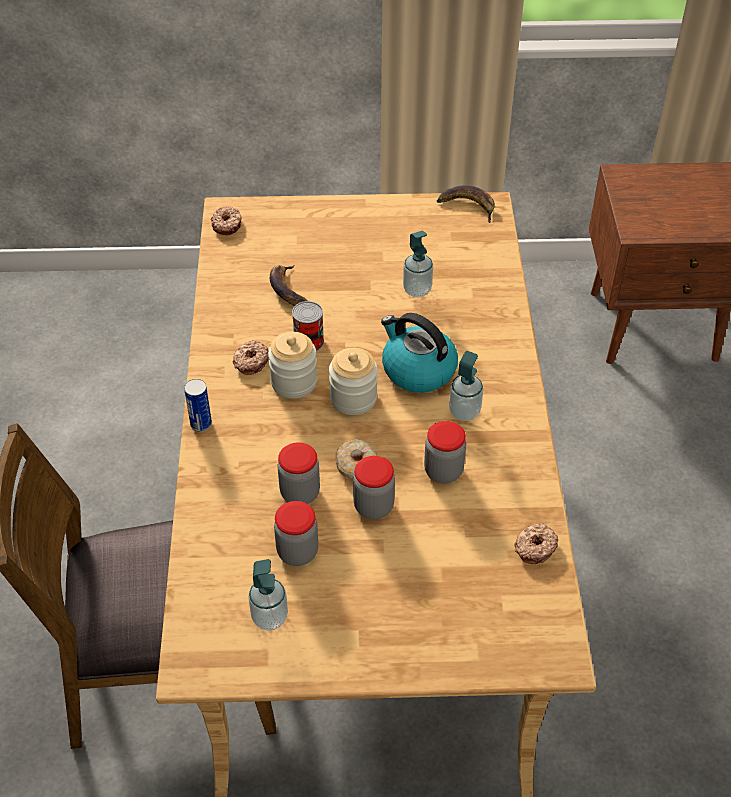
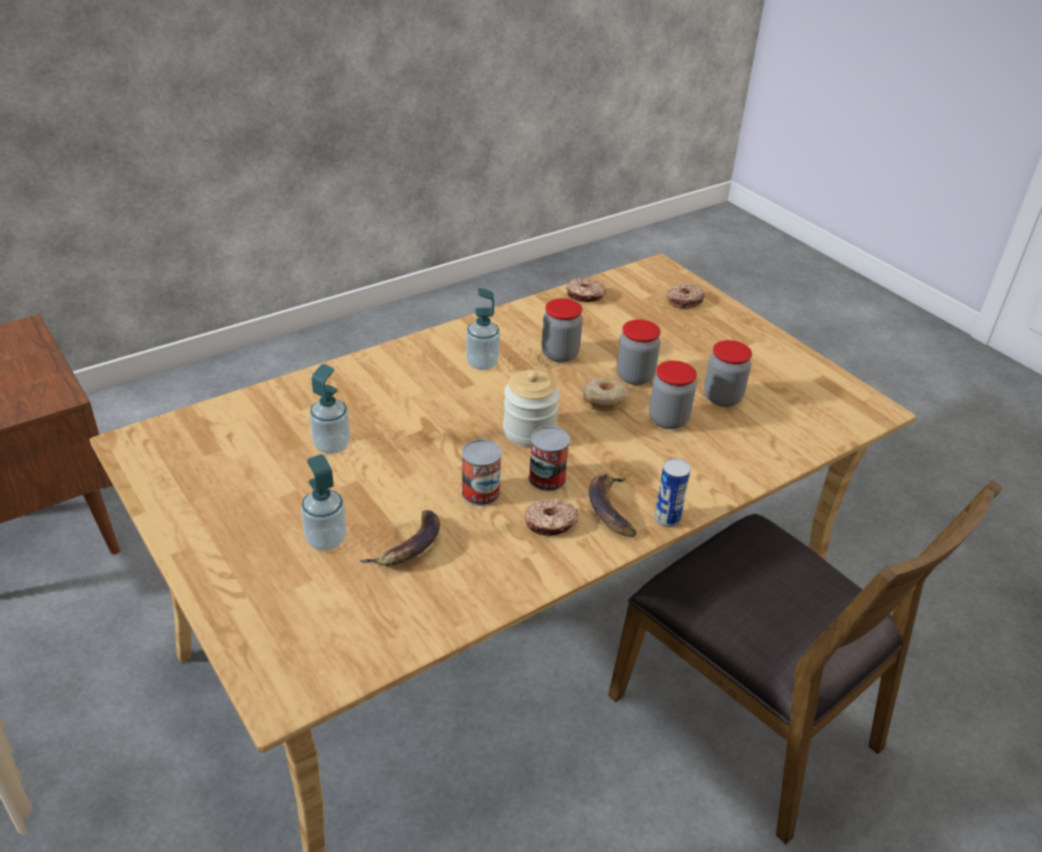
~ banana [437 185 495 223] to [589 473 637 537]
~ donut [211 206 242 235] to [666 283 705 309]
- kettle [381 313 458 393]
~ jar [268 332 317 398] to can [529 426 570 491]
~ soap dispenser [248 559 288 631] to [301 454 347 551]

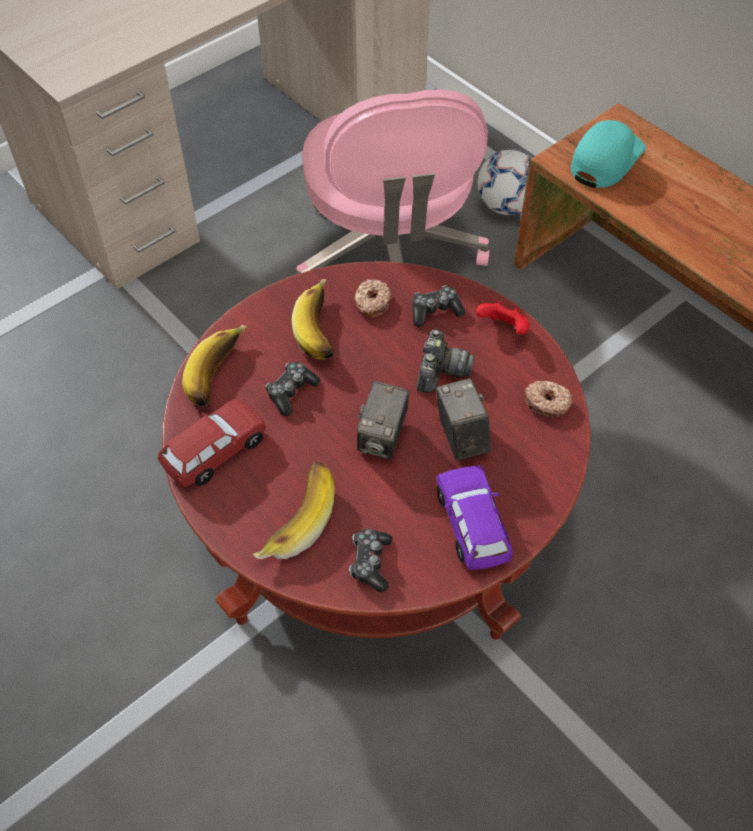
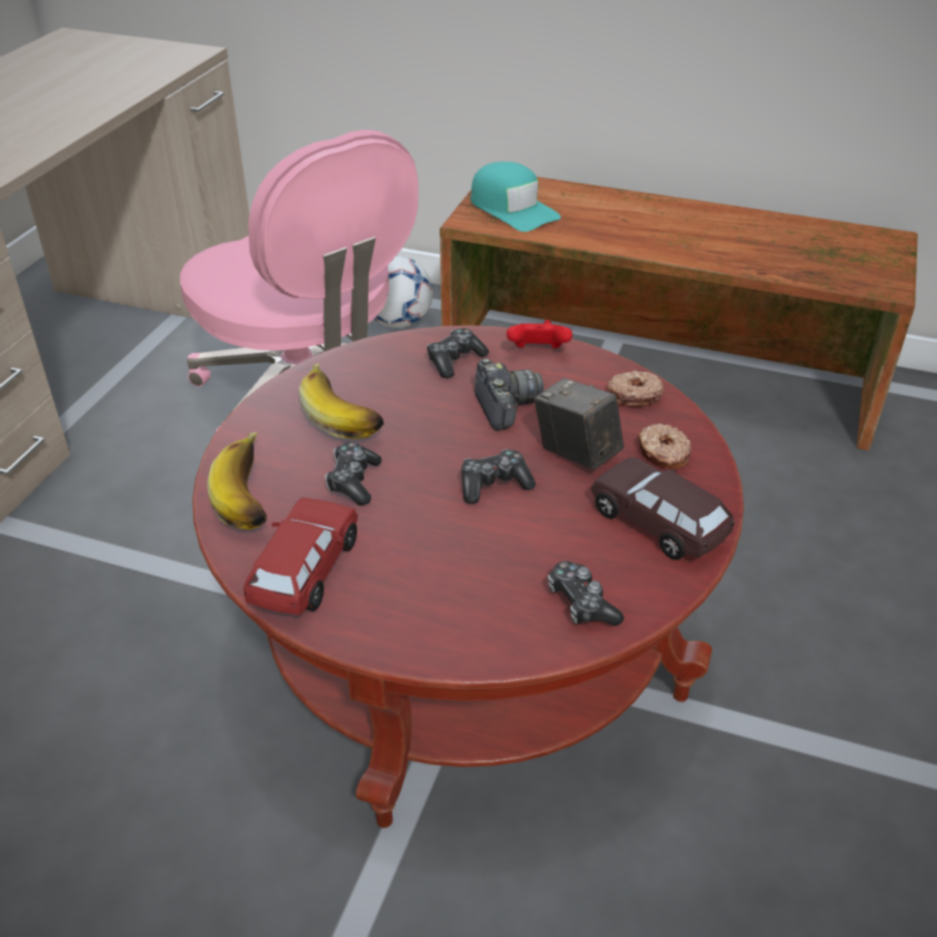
~ turquoise cap [571 120 646 188] = [470 162 561 232] 135 degrees clockwise
~ donut [354 279 391 317] to [638 423 691 469]
~ photo camera [357 381 409 459] to game controller [461 449 536 504]
- banana [252 462 335 559]
~ purple toy car [437 465 513 570] to brown toy car [591 457 734 560]

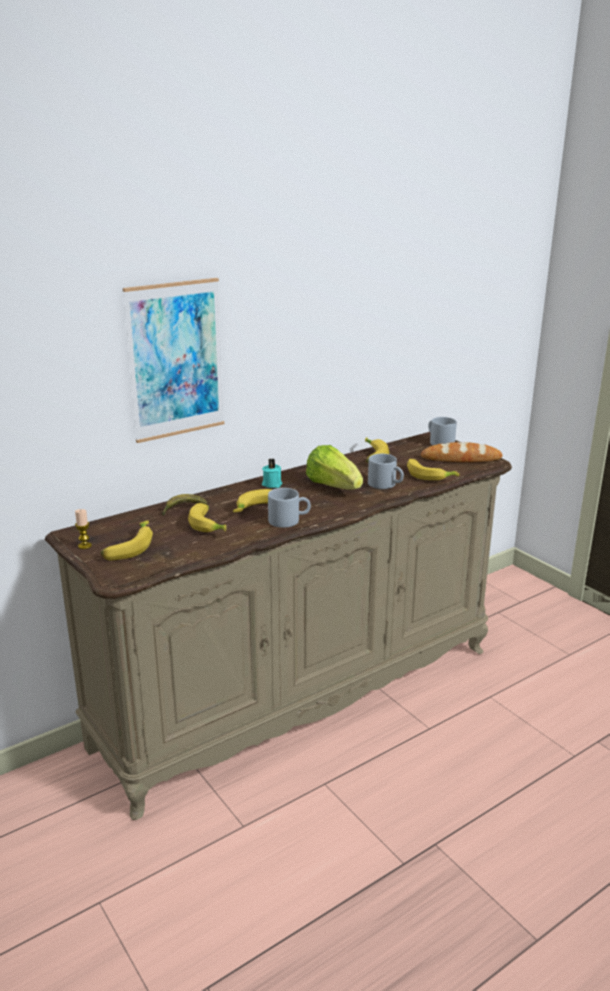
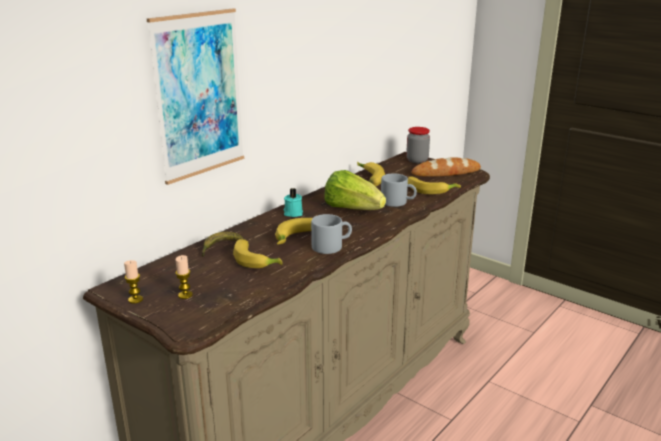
~ grey mug [428 417 457 445] to jar [406 127 430 163]
~ banana [101 520 153 560] to candle [175 255 193 299]

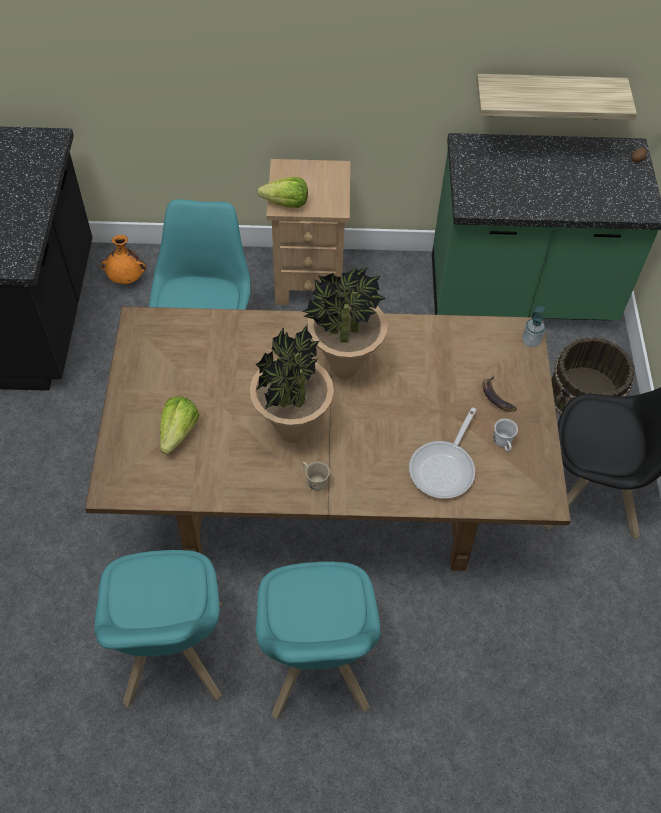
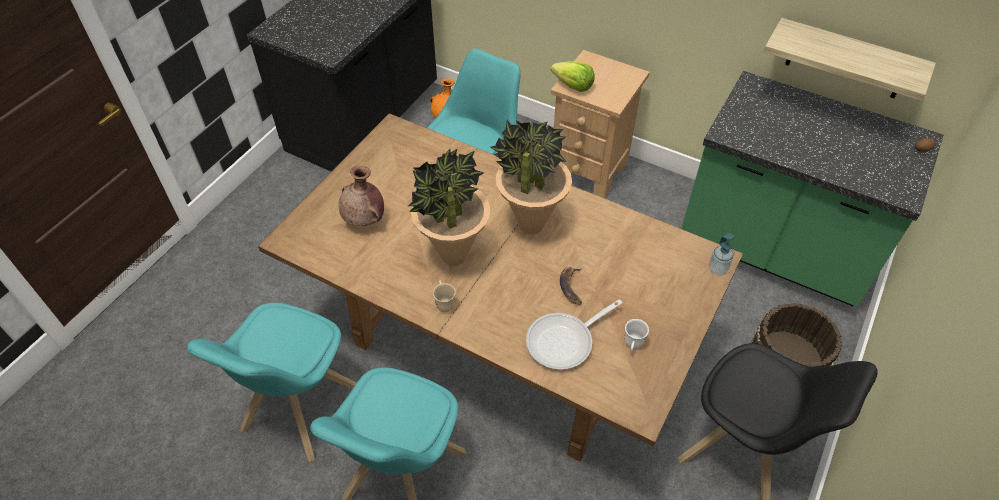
~ banana [482 376 517 412] to [560 267 582 305]
~ lettuce [160 396 199 455] to brown vase [338 166 384 226]

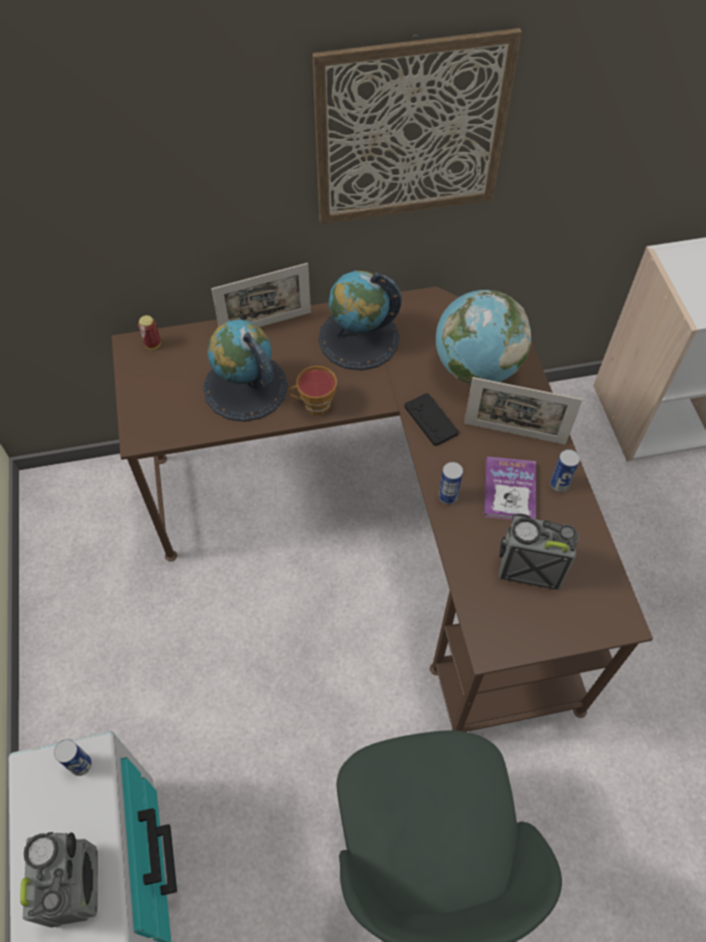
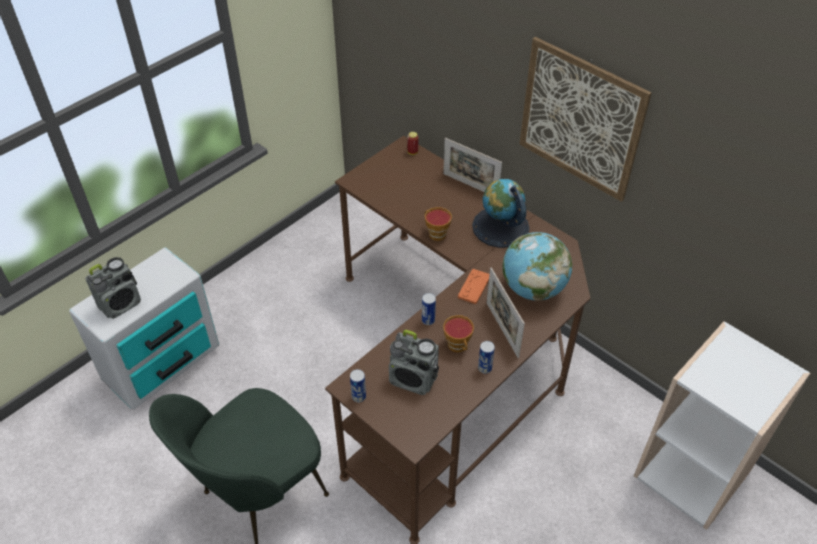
- globe [203 319 288 422]
~ black game controller [404 393 459 446] to orange game controller [458 269 489 304]
~ book [484 457 536 520] to cup [443 315 474 352]
~ radio [498 514 579 590] = [389 330 439 395] 135 degrees clockwise
~ can [54 739 92 776] to [350 369 366 403]

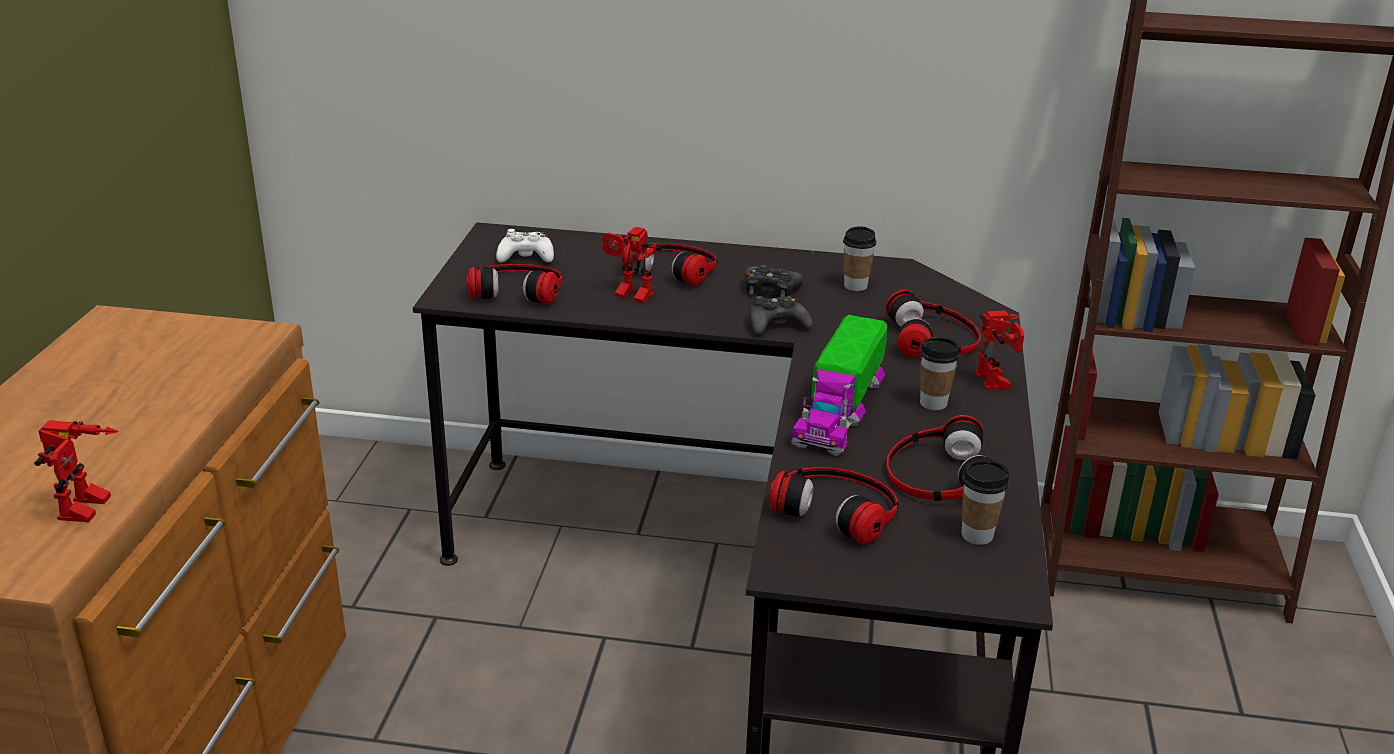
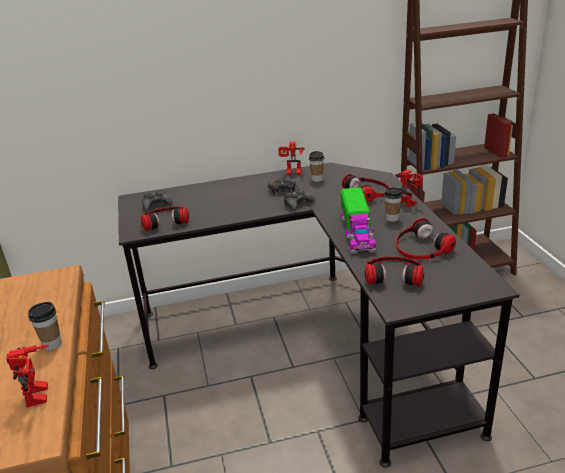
~ toy robot [603 227 662 303] to [278 142 305 175]
~ white game controller [496 229 554 263] to black game controller [142 191 172 211]
- headphones [622 243 718 286]
~ cup [962 461 1009 545] to [28 302 62 350]

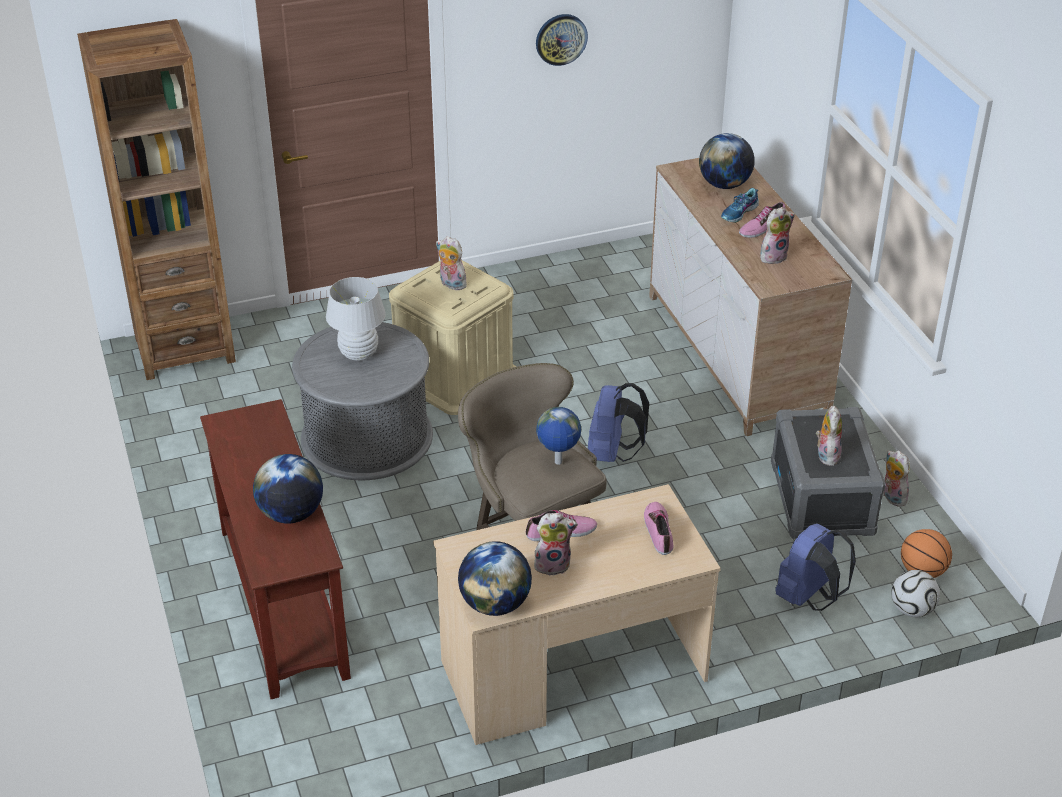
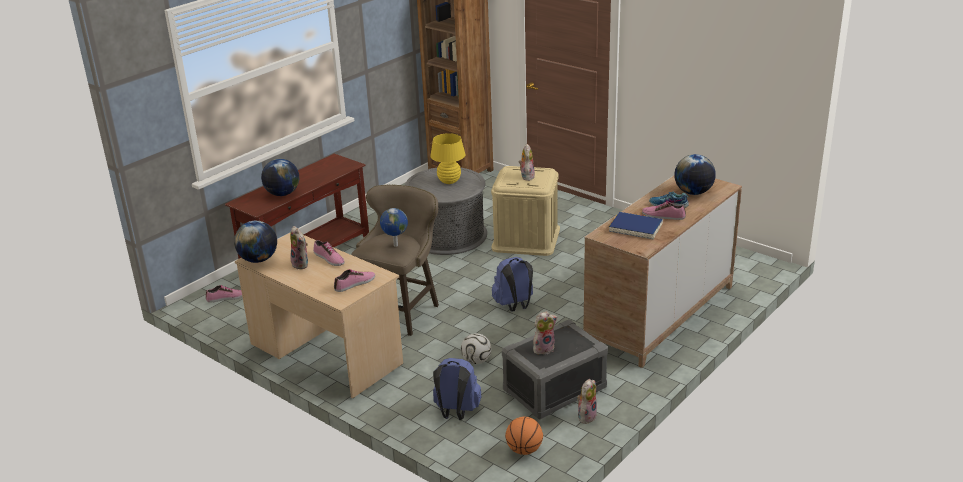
- wall clock [536 14 588 66]
~ plush toy [760 207 795 264] to blue book [609 212 663 239]
~ white table lamp [326 277 386 361] to yellow table lamp [430 133 466 184]
~ football [891 570 940 617] to [461 333 491 364]
+ shoe [206 285 242 302]

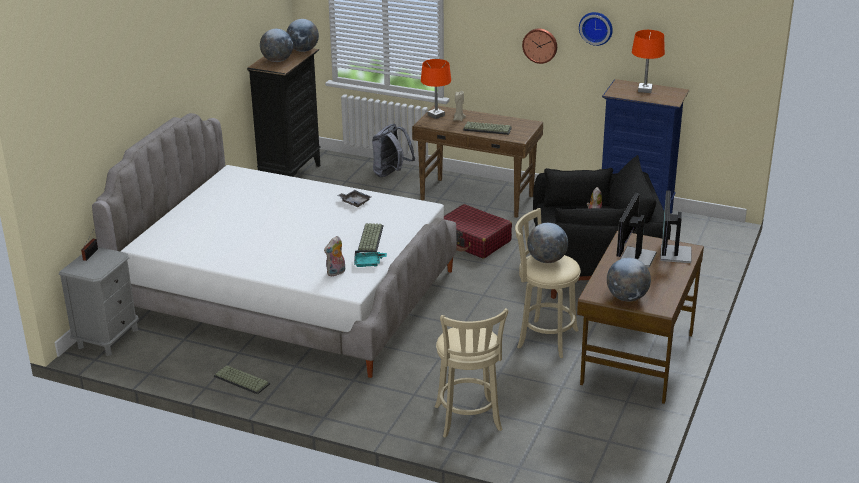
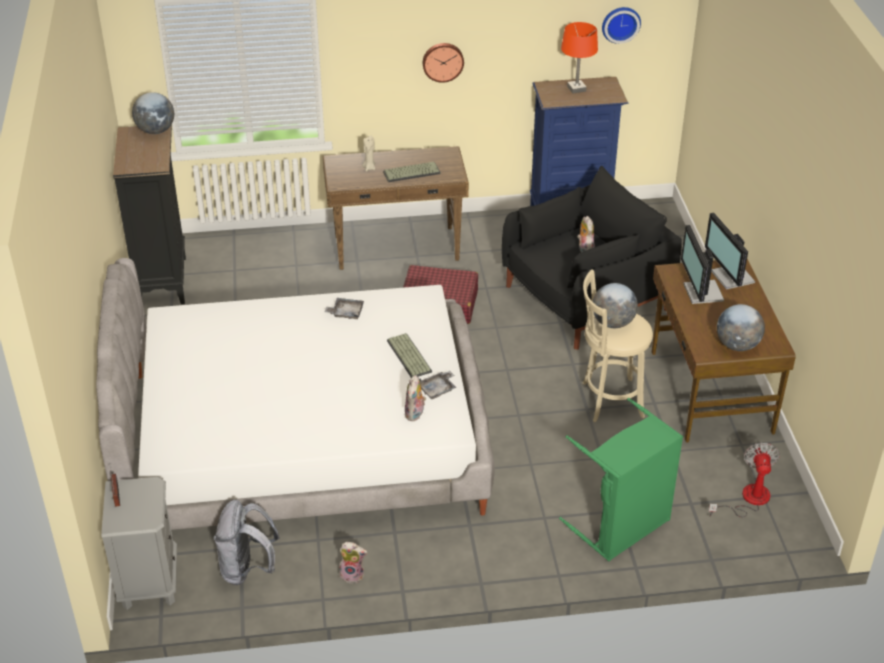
~ wall clock [579 12 613 46] to [602 7 641 44]
- globe [260 29 293 62]
- orange table lamp [421 59 451 119]
~ grey backpack [372 124 415 177] to [214 500 280 585]
~ turquoise tray [354 251 387 267] to grey tray [419 371 456 399]
~ beige stool [435 308 508 438] to green laundry basket [559 398 683 561]
~ keyboard [214 365 270 394] to plush toy [339 542 367 583]
+ fan [709 442 780 517]

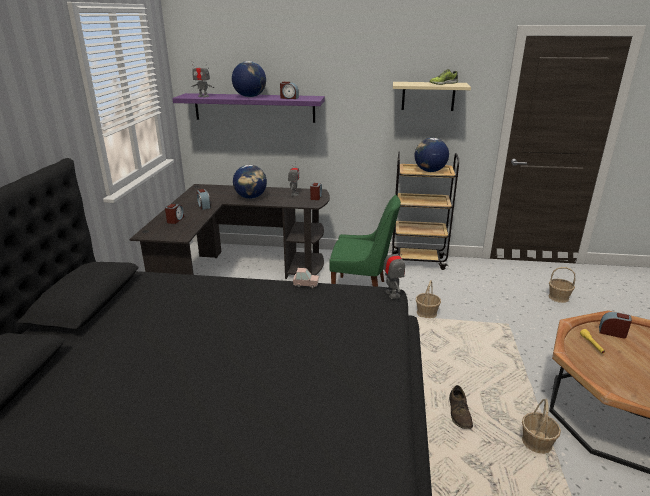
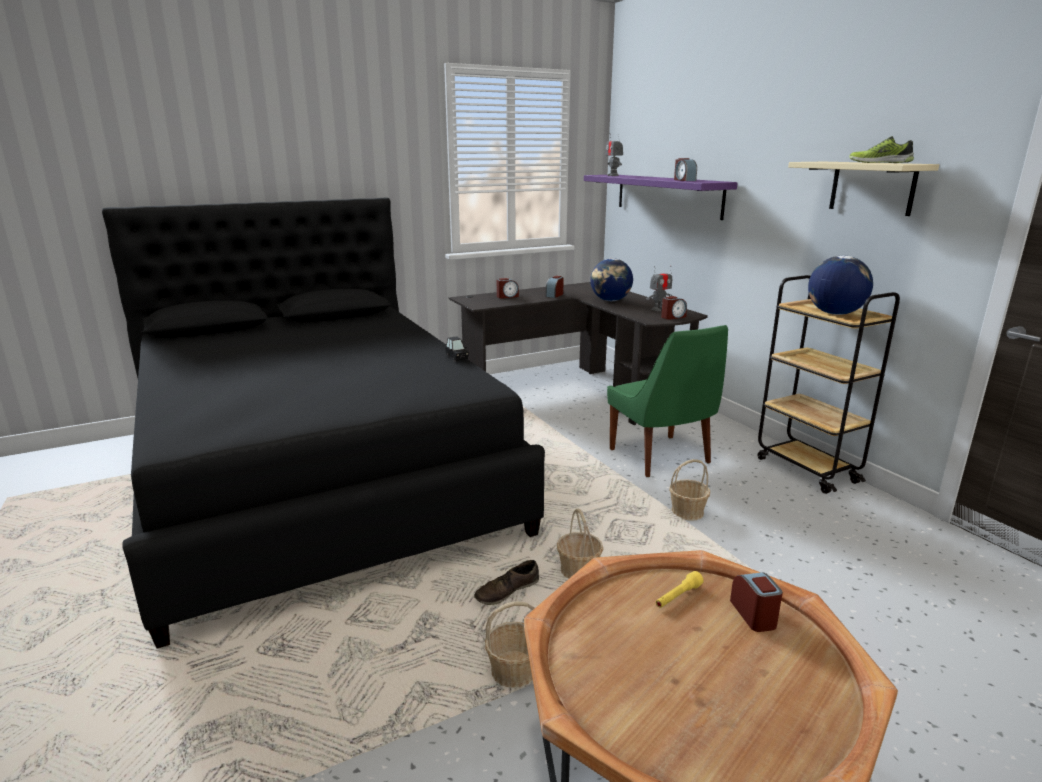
- globe [232 61 266 97]
- toy robot [383 245 405 299]
~ basket [549 267 575 303] to [557 508 603 579]
~ pink toy car [293 268 319 288] to black toy car [445 336 469 361]

